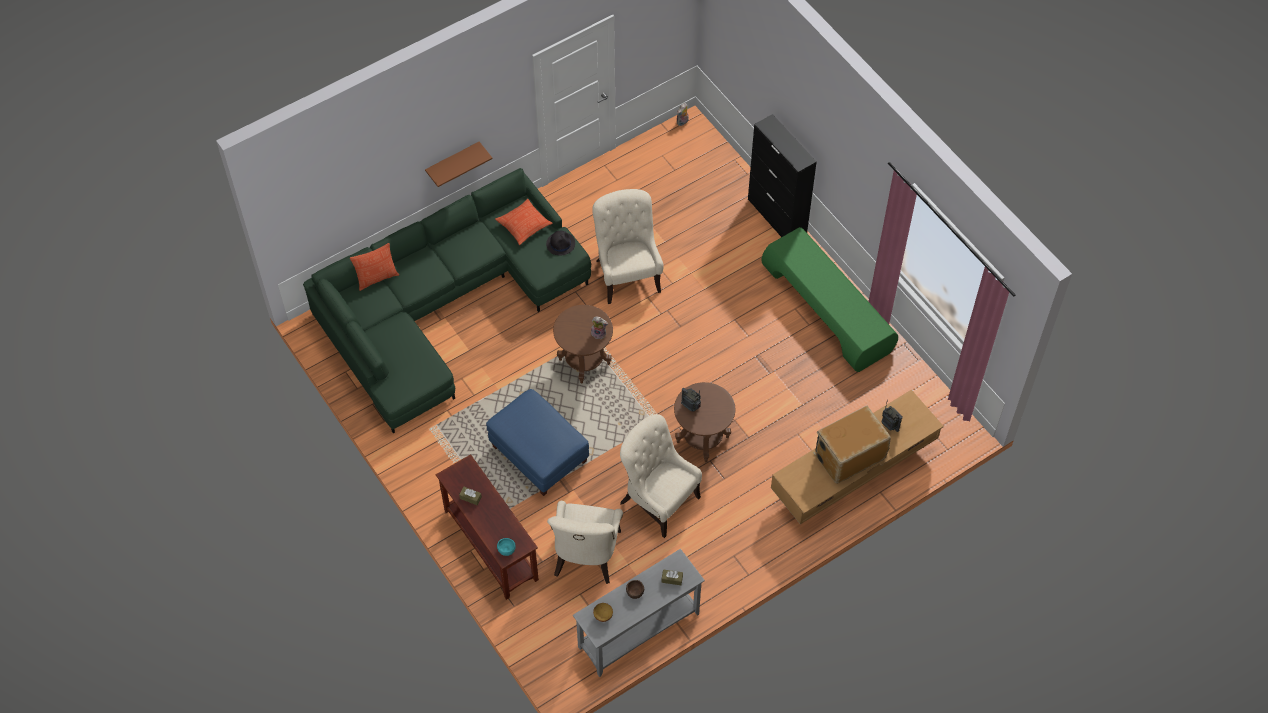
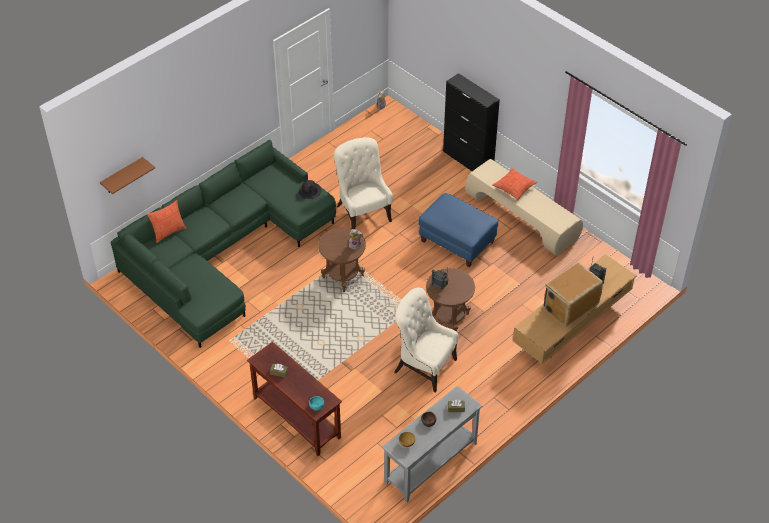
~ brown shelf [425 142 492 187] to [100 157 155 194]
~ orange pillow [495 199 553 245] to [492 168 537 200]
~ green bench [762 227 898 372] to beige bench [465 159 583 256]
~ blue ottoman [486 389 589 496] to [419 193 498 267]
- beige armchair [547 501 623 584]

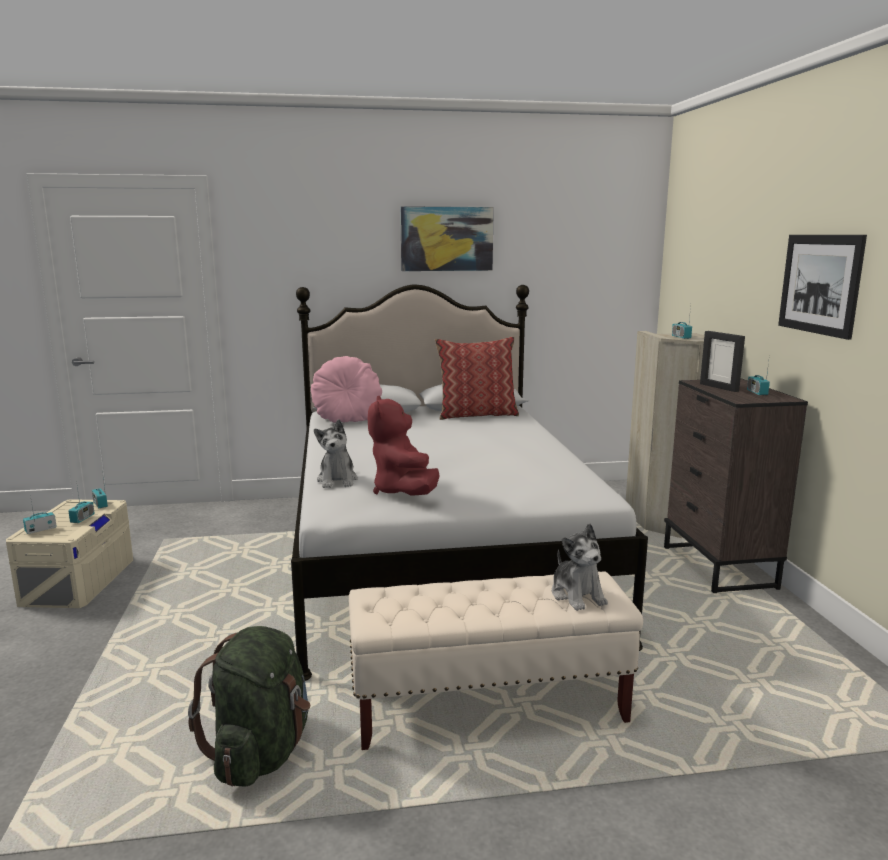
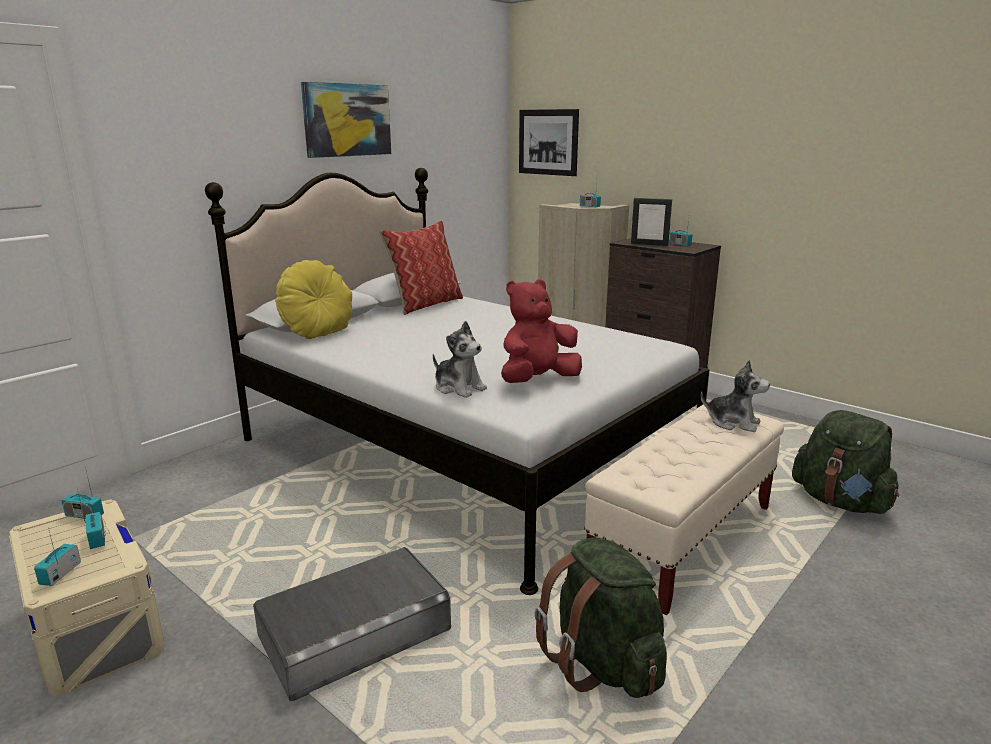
~ picture [778 235 867 340] to [519 109 579 176]
~ pink pillow [311 356 382 423] to yellow pillow [275 260 352 339]
~ red plush toy [368 396 440 496] = [501 279 582 383] 105 degrees clockwise
+ green backpack [792 410 899 514]
+ grey storage box [253 547 451 701]

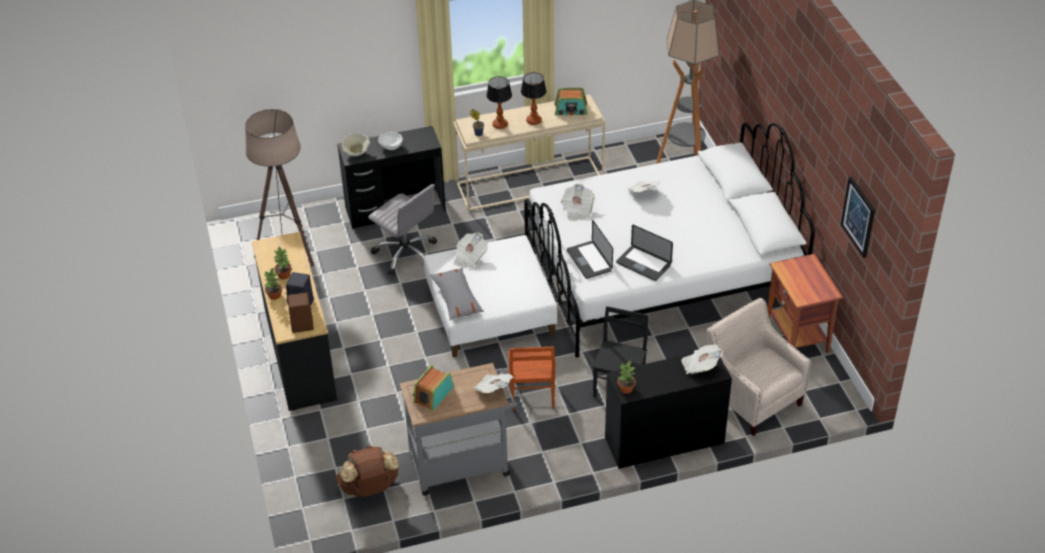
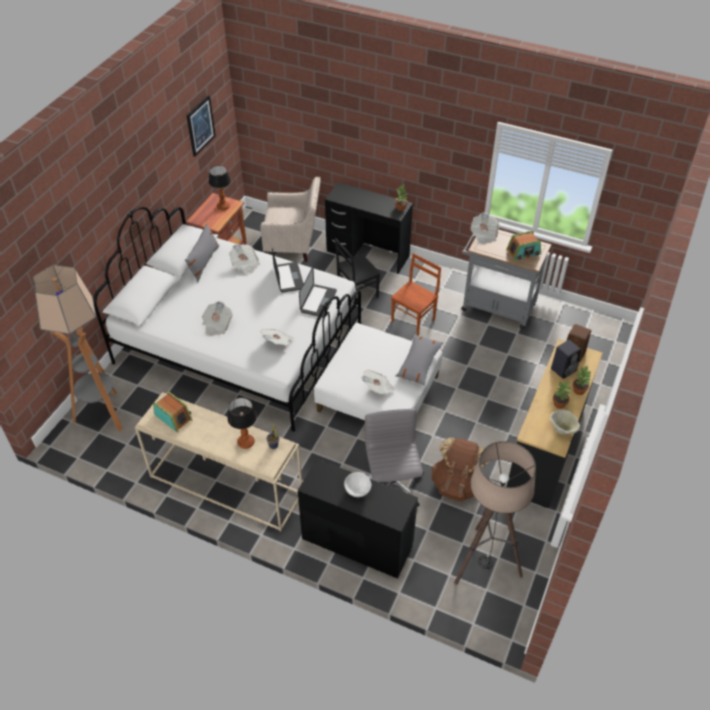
~ table lamp [521 72 546 125] to [209 165 231 210]
~ beige bowl [342 133 370 156] to [550 410 580 434]
~ beige armchair [706 298 811 436] = [260 176 320 262] 90 degrees counterclockwise
~ newspaper [681 344 723 374] to [229 244 260 275]
~ brown backpack [336 445 399 497] to [431 437 489 501]
+ grey pillow [185 224 220 283]

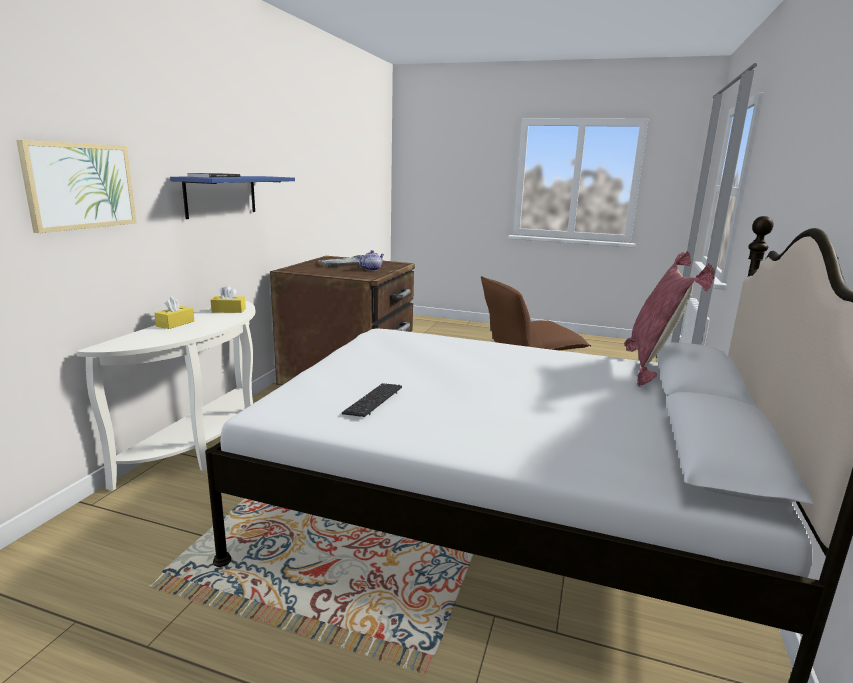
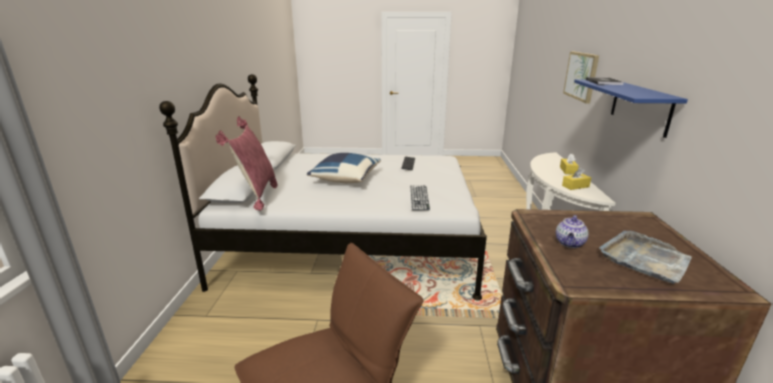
+ blue pillow [307 153 381 183]
+ keyboard [411 185 430 210]

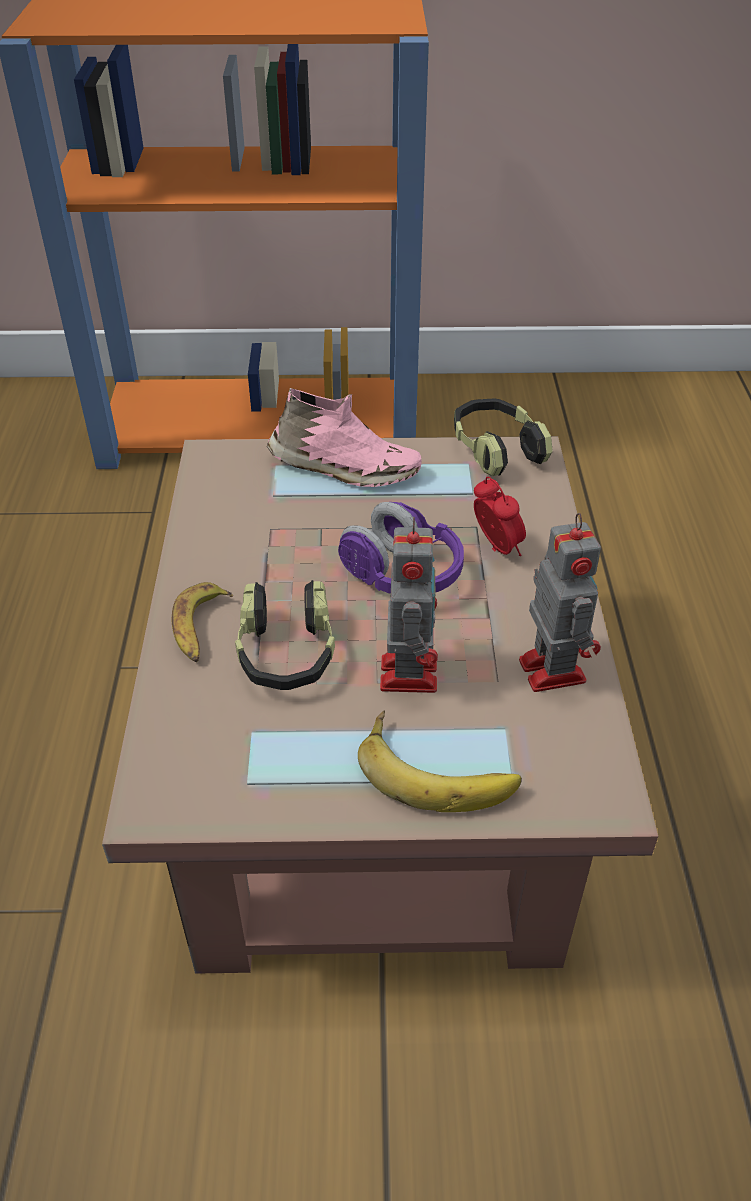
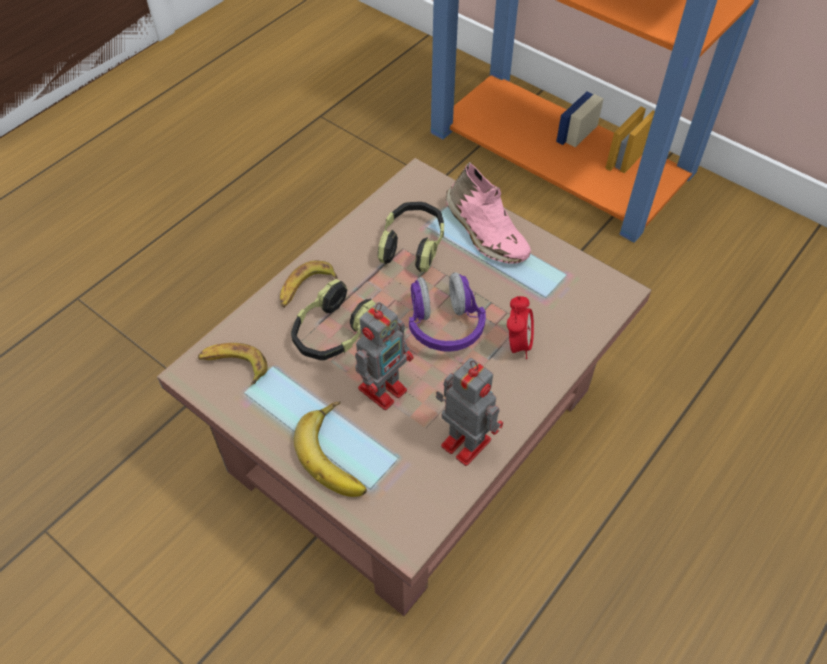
~ headphones [454 398 553 476] to [377 202 444 272]
~ toy robot [519 513 601 692] = [436 358 503 466] 75 degrees counterclockwise
+ banana [198 343 268 385]

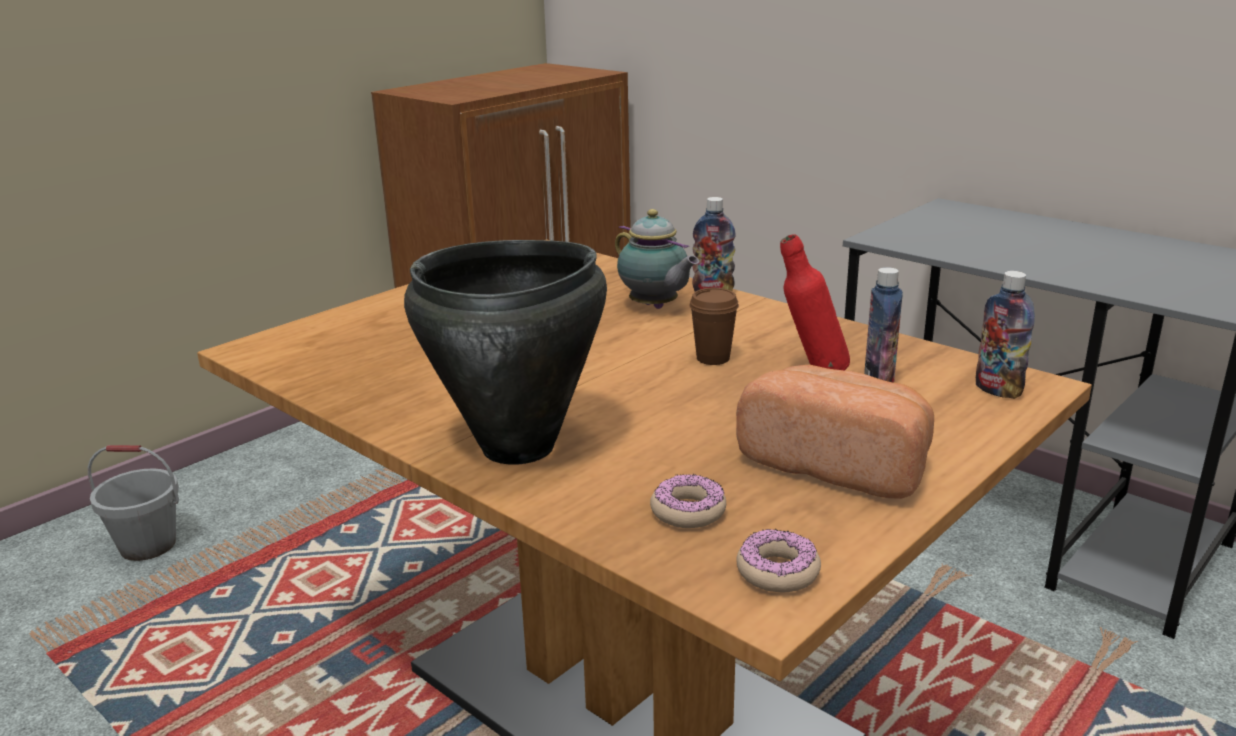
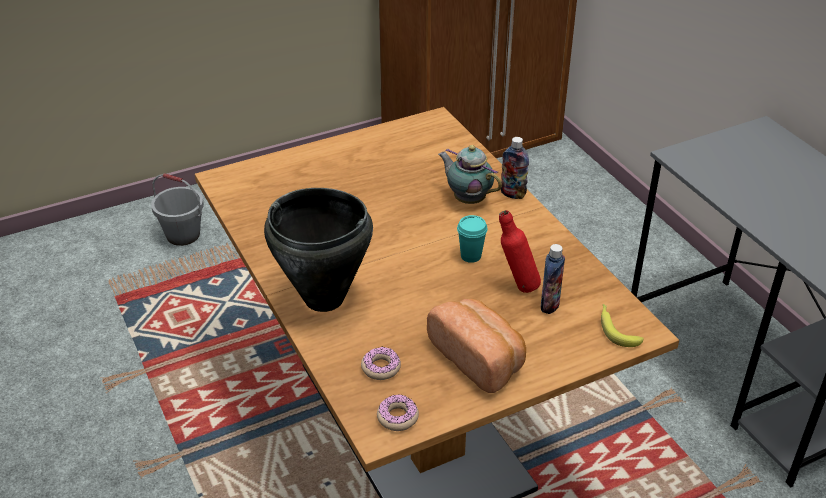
~ teapot [615 209 699 309] = [438 145 502 204] 150 degrees clockwise
~ bottle [976 271 1035 399] to banana [601 304 644 347]
~ brown cup [689 288 739 365] to turquoise cup [457 215 488 263]

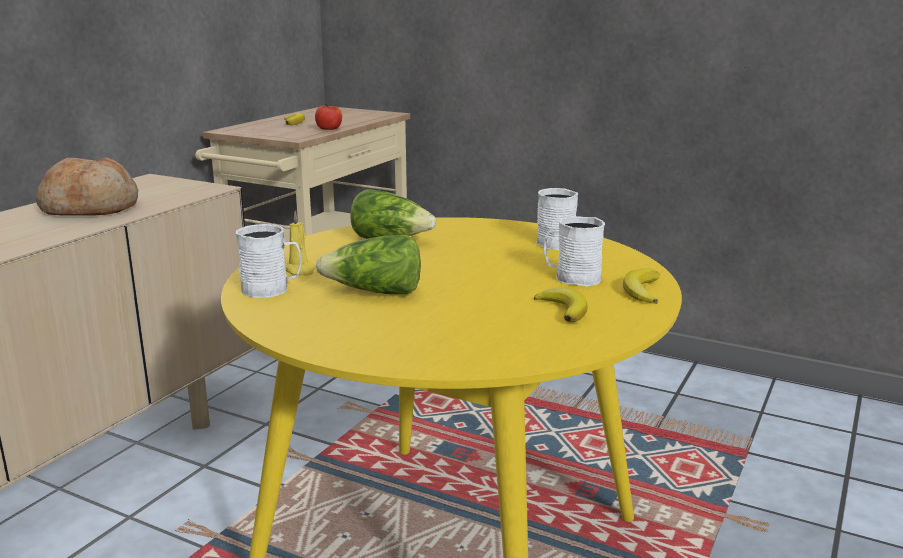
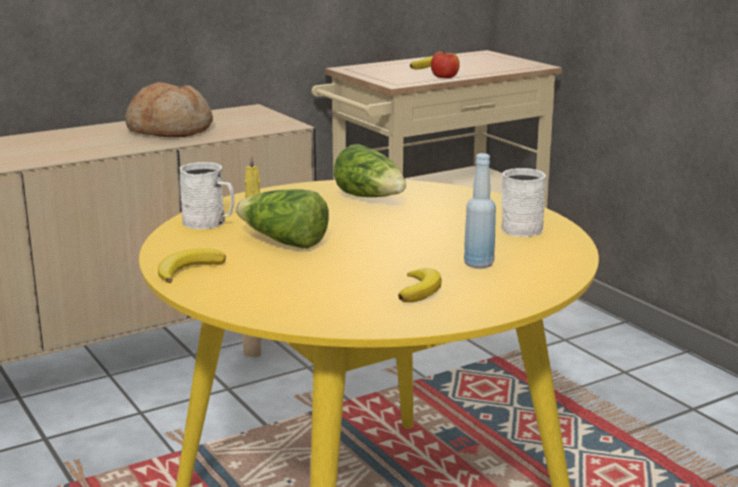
~ white mug [544 216 605 286] to blue bottle [464 153 496 268]
~ banana [623 268 660 304] to [158 248 226 283]

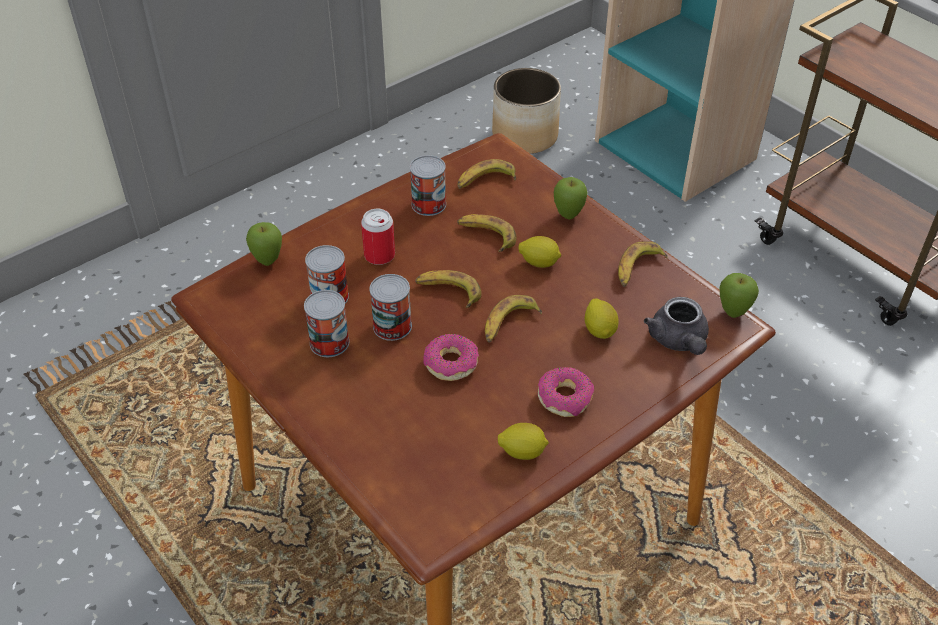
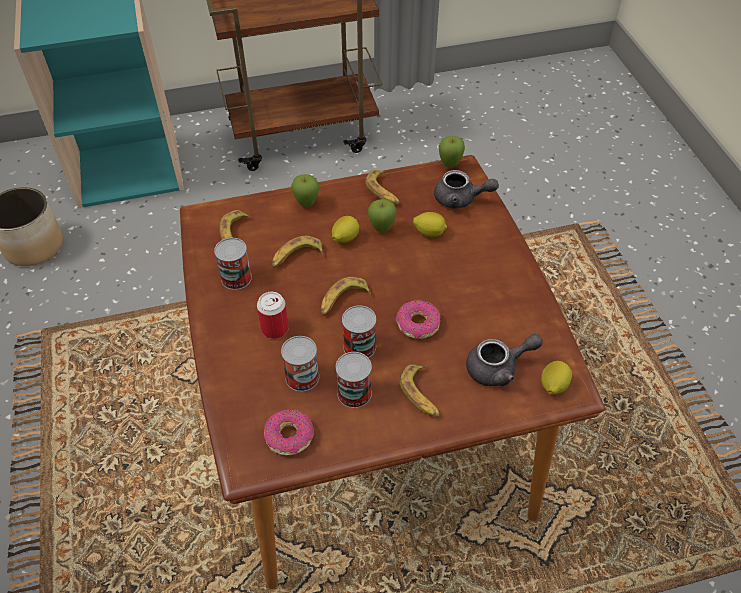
~ apple [246 222 282 266] to [368 199 397 233]
~ banana [485 295 542 343] to [399 365 440 417]
~ donut [538 367 594 417] to [264 409 314 456]
~ lemon [498 423 549 460] to [541 361 572 394]
+ grey teapot [466 334 543 386]

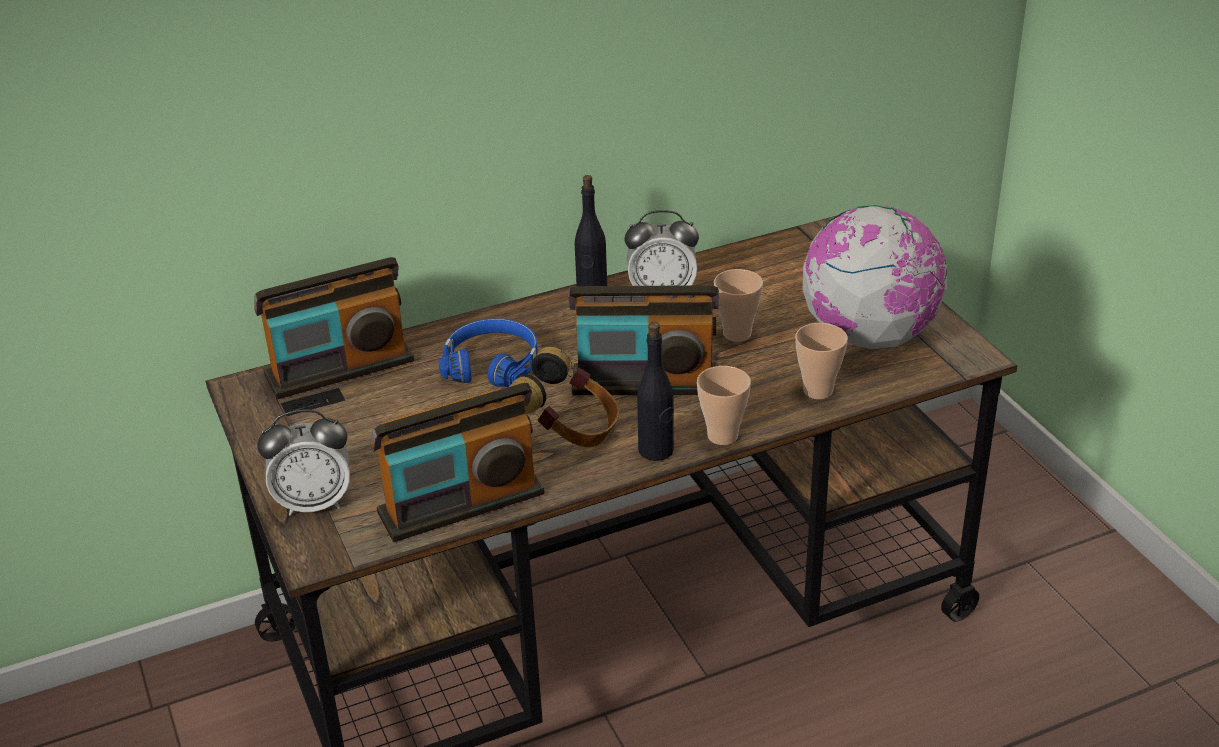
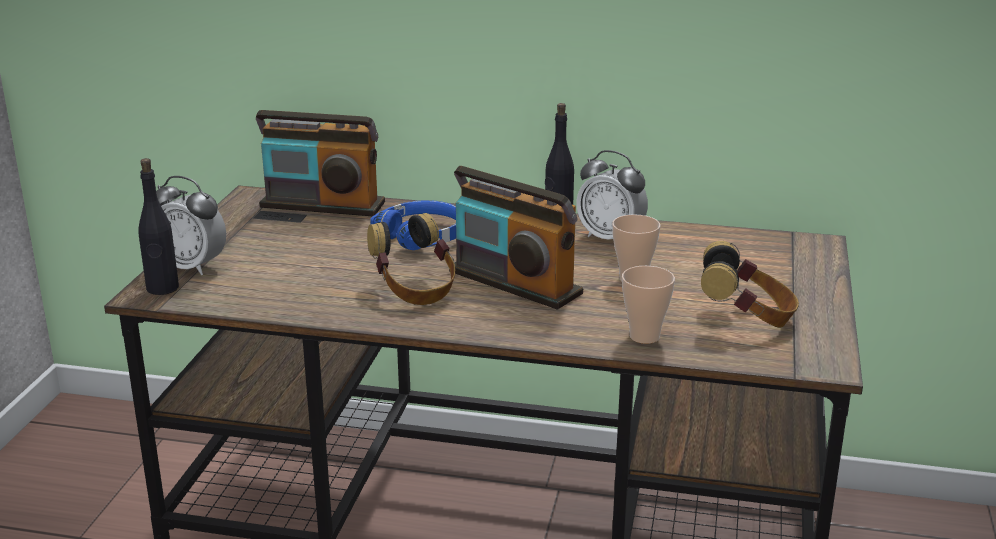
~ globe [803 205 947 349] to headphones [701 241 799 328]
~ black bottle [637 322 674 461] to [138 158 179 295]
- cup [697 366 751 445]
- radio [371 383 544 542]

